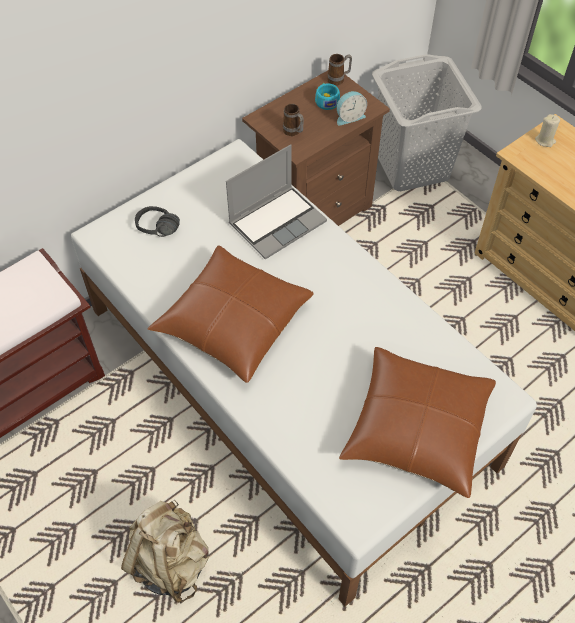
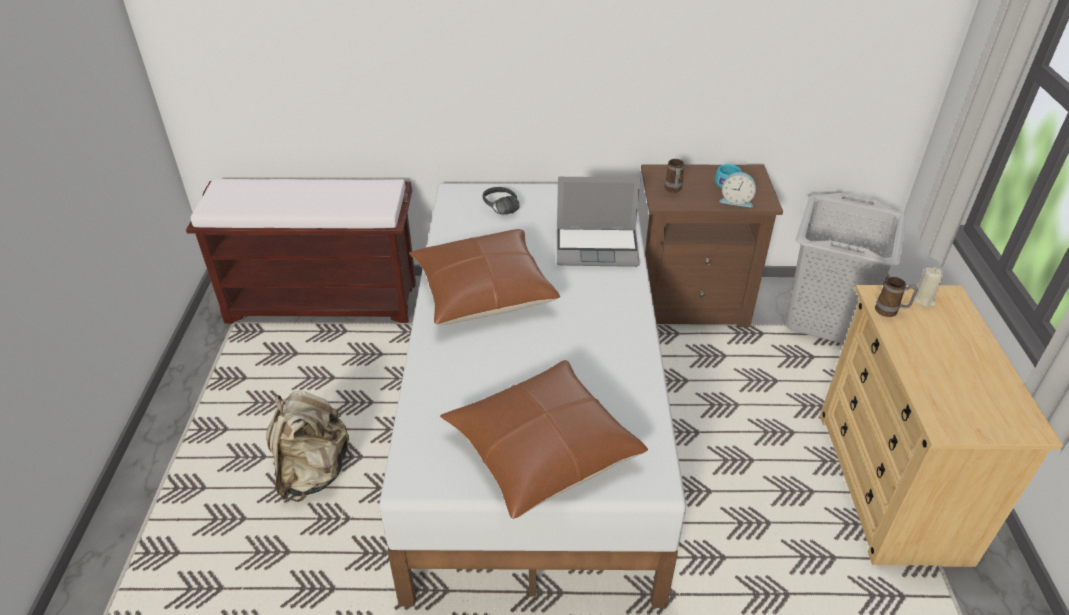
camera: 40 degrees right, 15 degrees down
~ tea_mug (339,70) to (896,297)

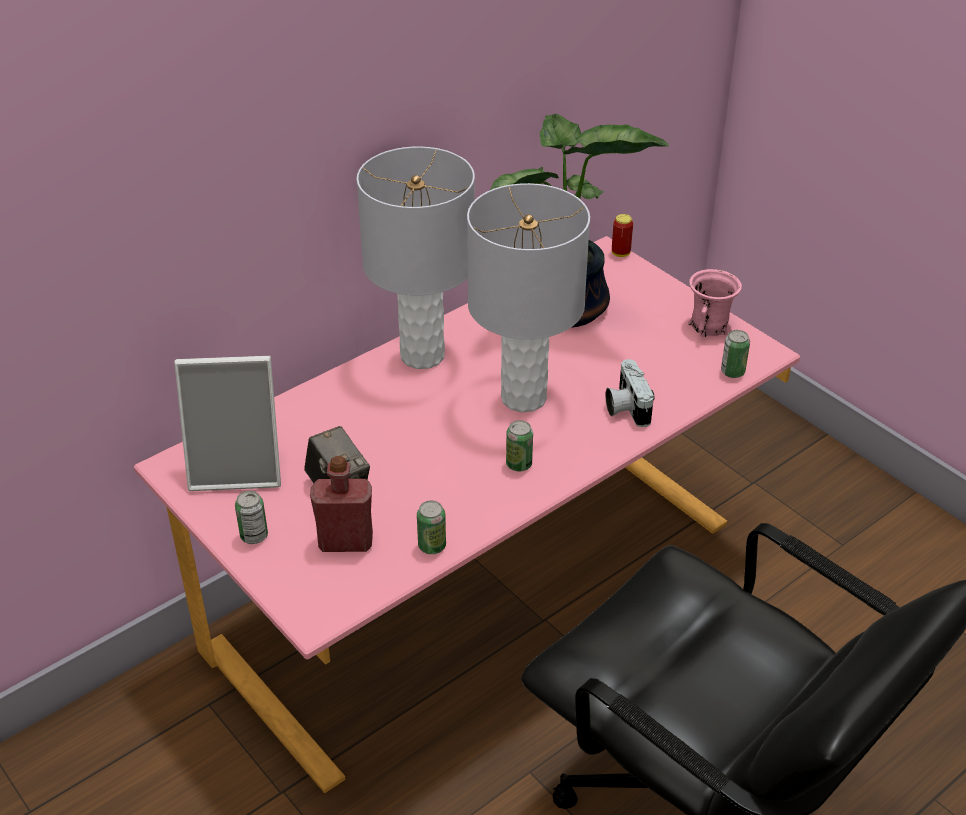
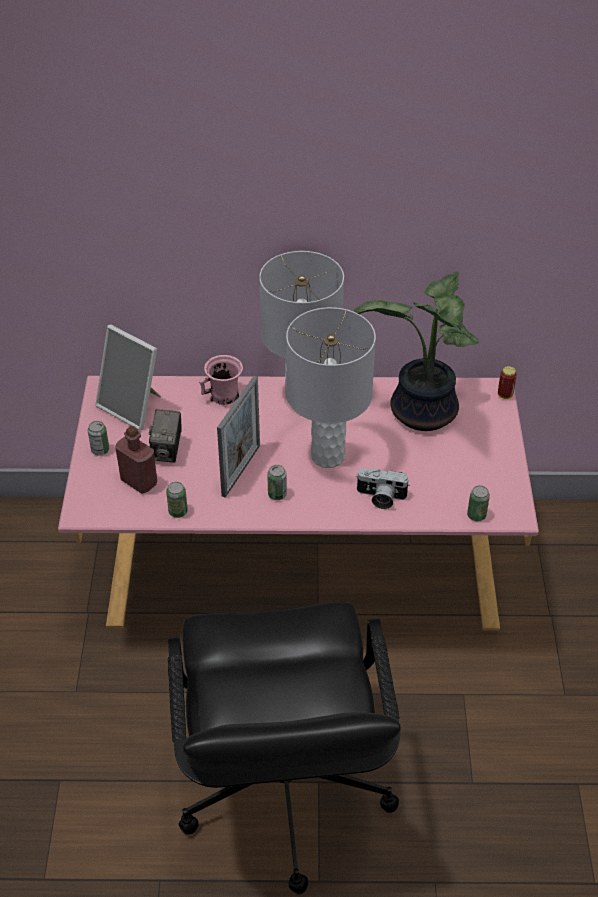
camera: 40 degrees right, 5 degrees up
+ photo_frame (238,437)
~ pink-coloured_tea_mug (715,303) to (221,381)
~ still_camera (629,393) = (383,488) 105 degrees counterclockwise

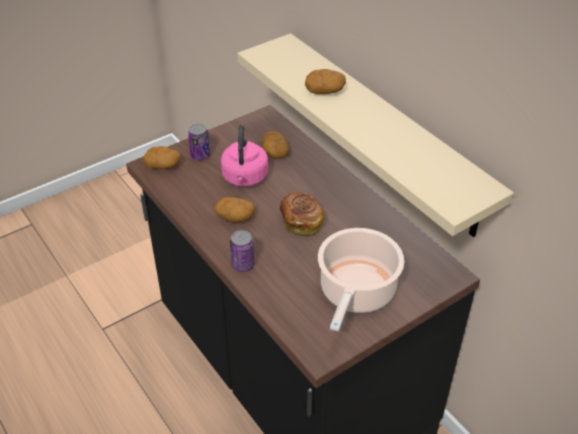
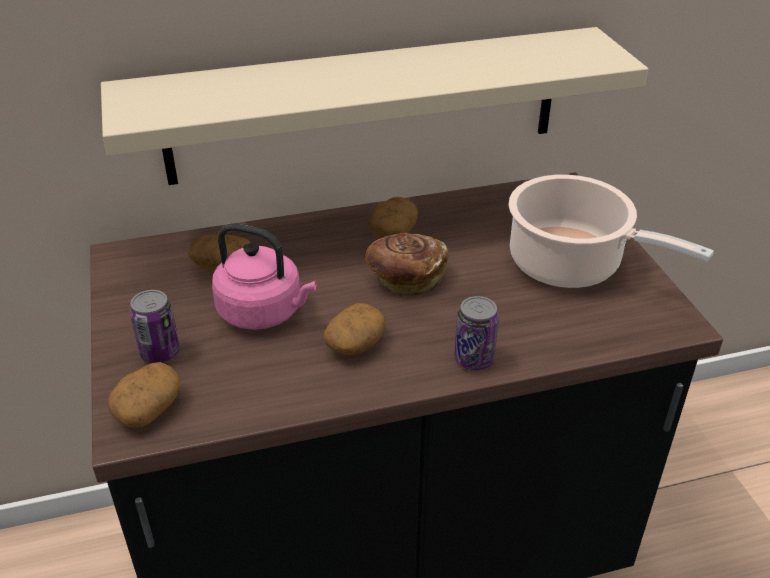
camera: 70 degrees left, 5 degrees down
~ spud (325,81) to (393,217)

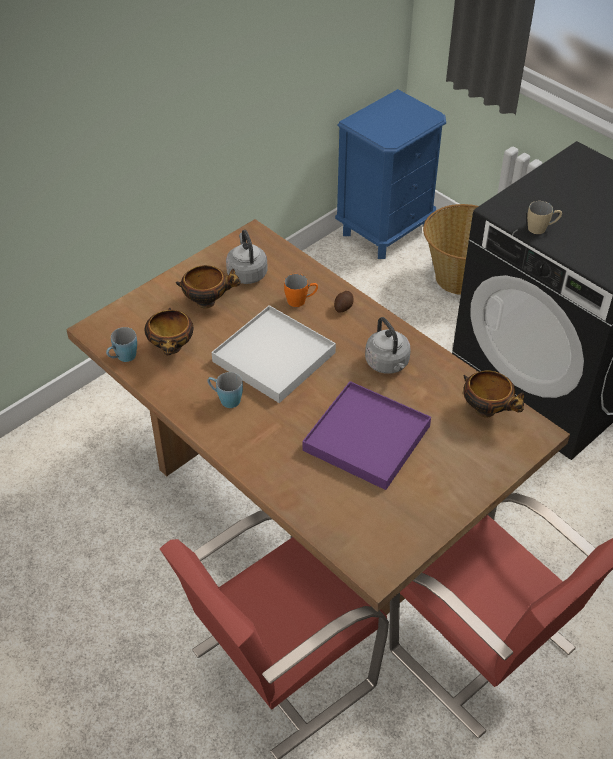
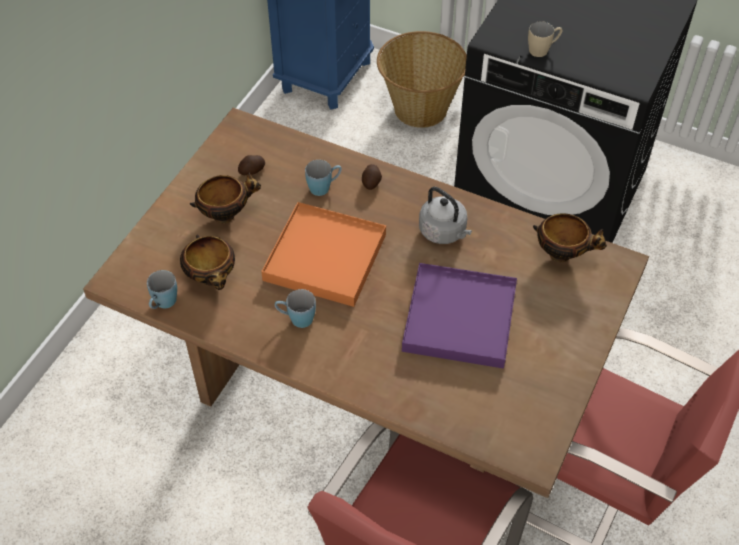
camera: 20 degrees left, 5 degrees up
~ grey_kettle (247,257) to spud (251,165)
~ white-coloured_tray (274,354) to orangey_tray (323,254)
~ orangey_tea_mug (301,290) to blue_tea_mug (323,178)

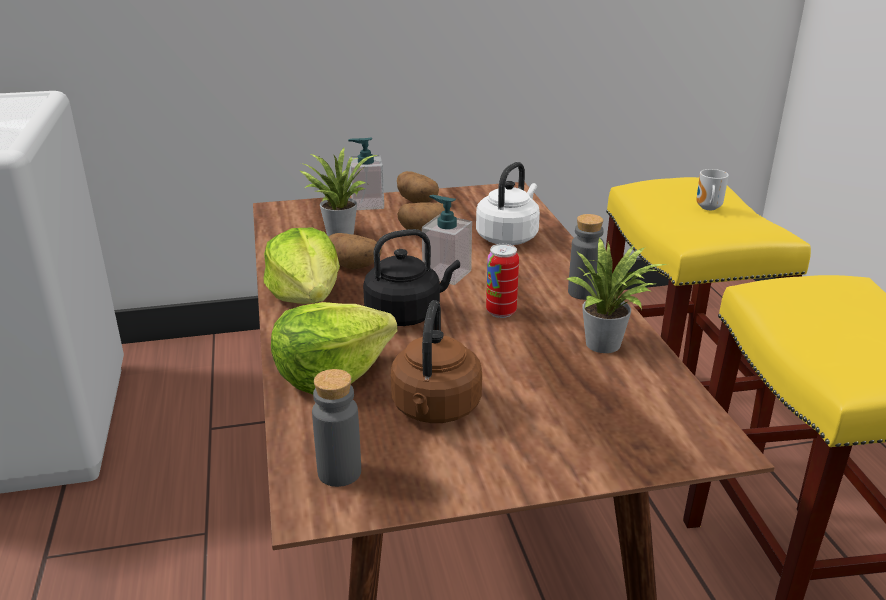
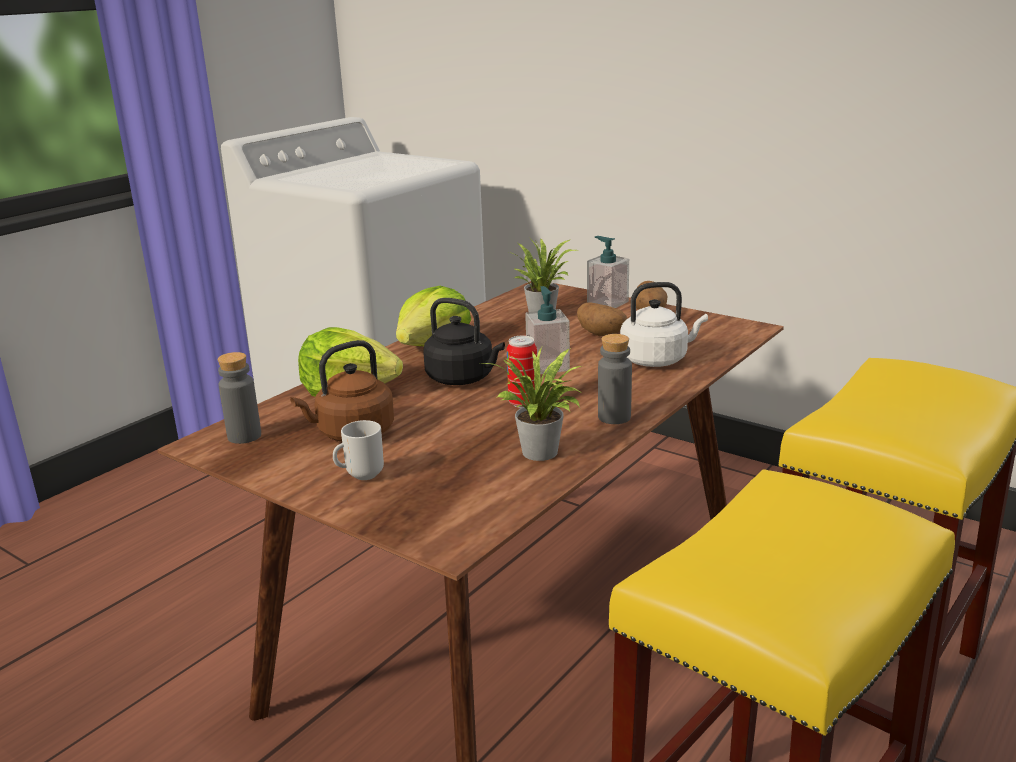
camera: 50 degrees right, 5 degrees down
- spud (355,251)
~ tea_mug (712,189) to (358,450)

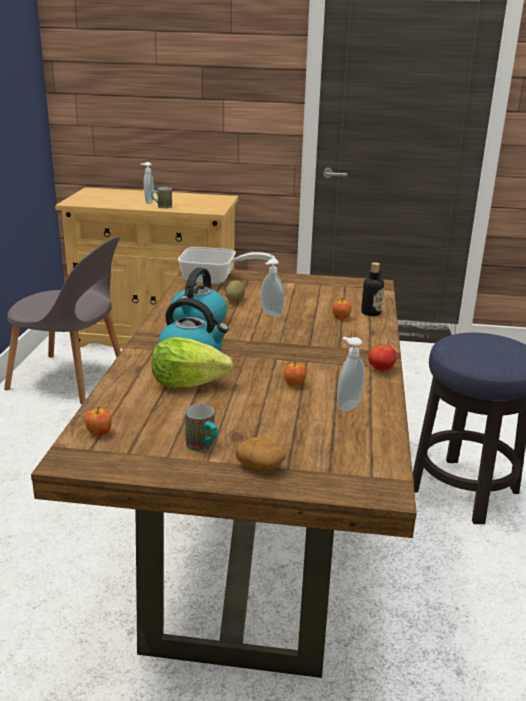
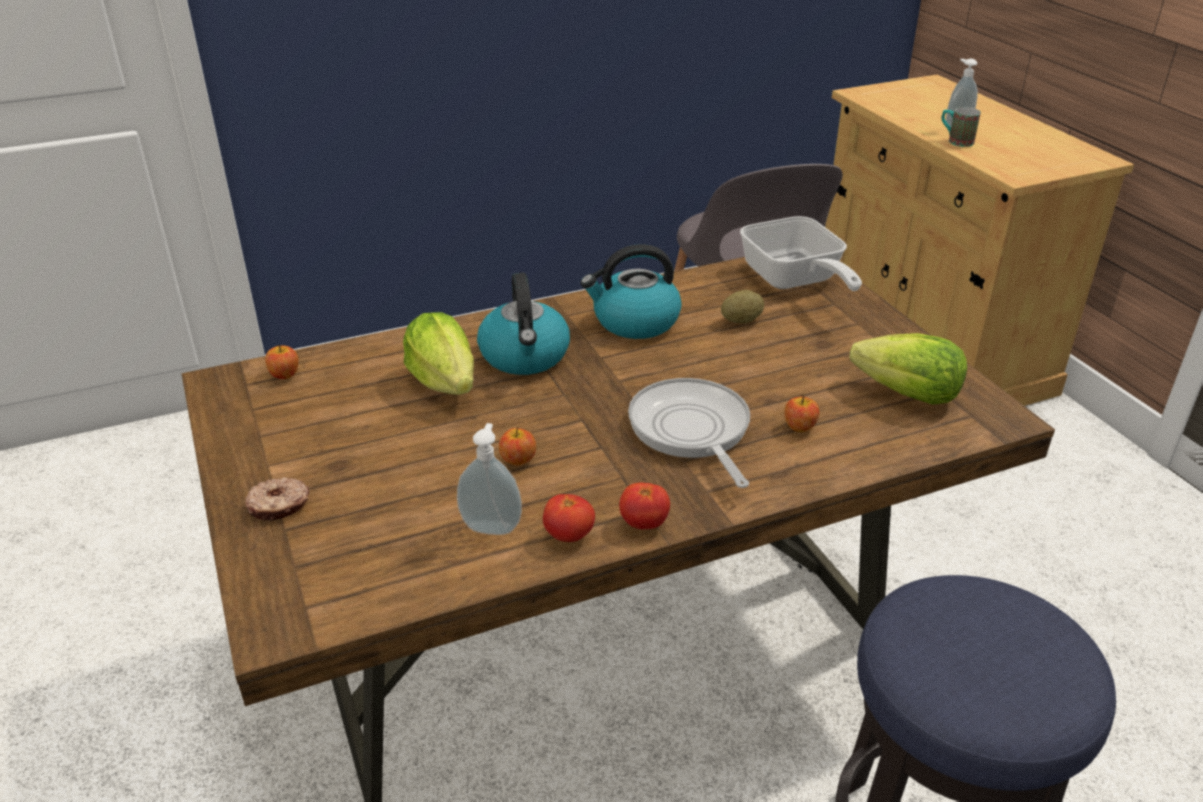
camera: 60 degrees right, 10 degrees up
- tea_mug (201,428)
- liquid_soap_bottle (272,287)
- beverage_bottle (372,289)
+ tomato (569,518)
+ frying_pan (689,433)
+ lettuce_head (908,369)
~ spud (261,453) to donut (277,499)

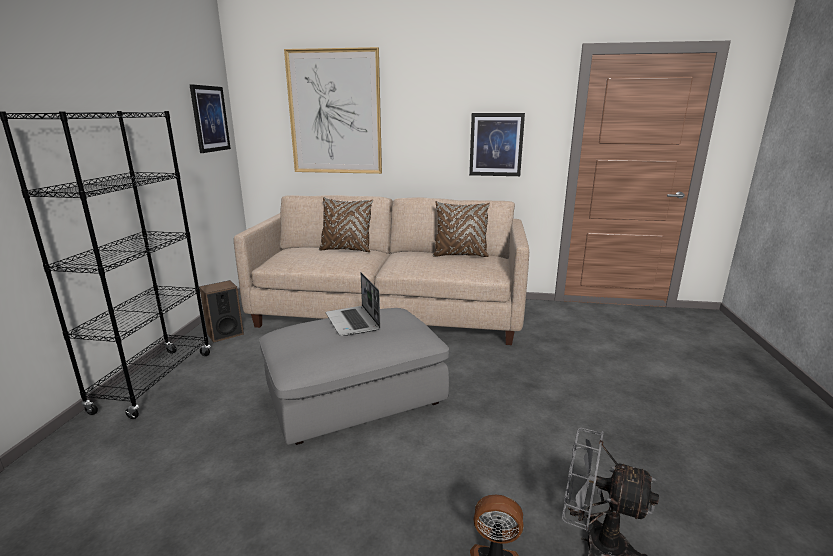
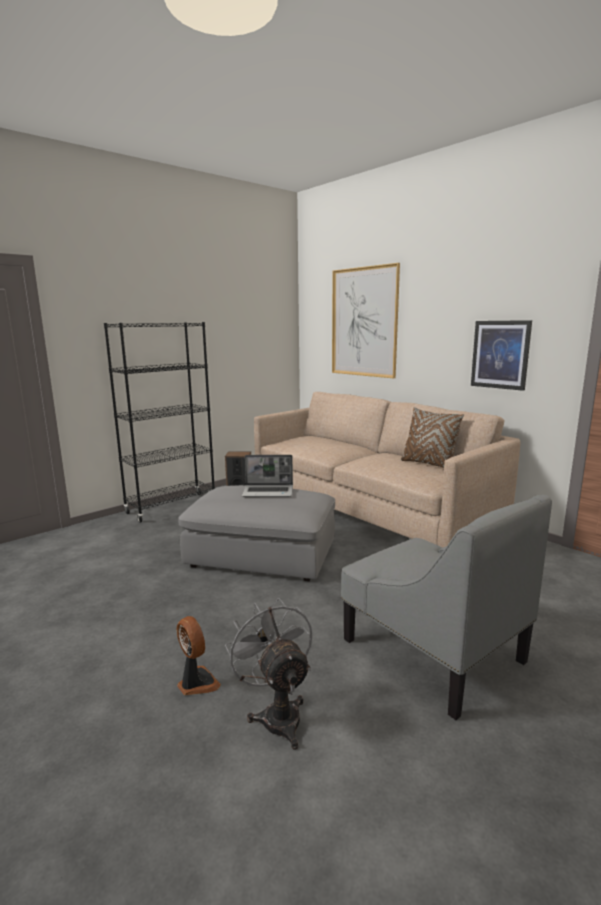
camera: 40 degrees right, 5 degrees down
- wall_art (210,118)
- brown-coloured_pillow (346,224)
+ grey_lounge_chair (446,607)
~ laptop (353,304) = (267,476) 105 degrees counterclockwise

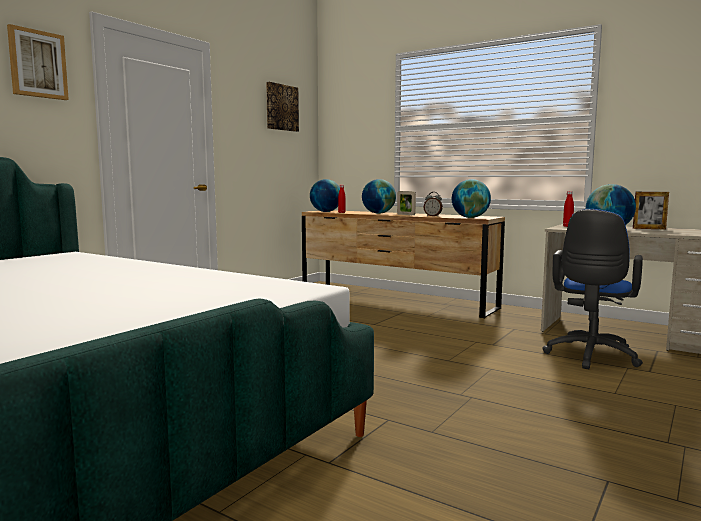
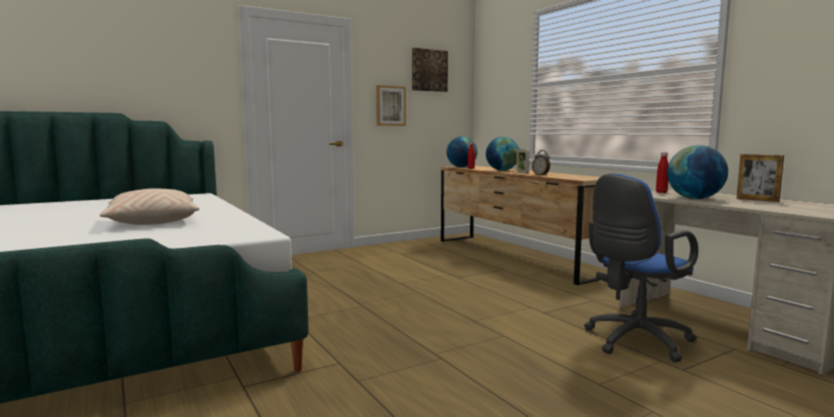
camera: 25 degrees right, 0 degrees up
- world_globe (471,198)
+ sand-coloured_pillow (149,206)
~ wall_art (38,62) to (391,105)

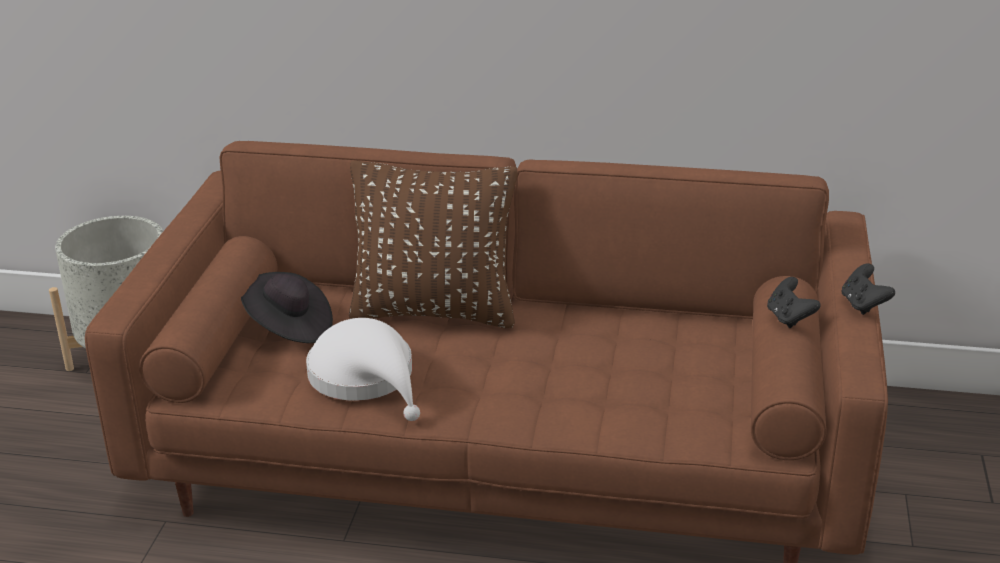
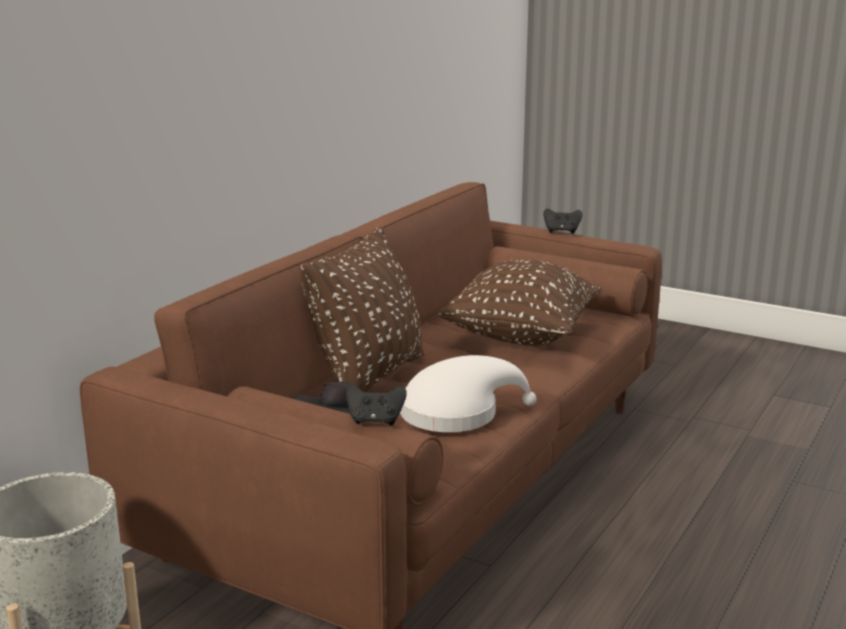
camera: 70 degrees left, 10 degrees down
+ brown-coloured_pillow (519,303)
~ black-coloured_game_controller (794,302) to (376,404)

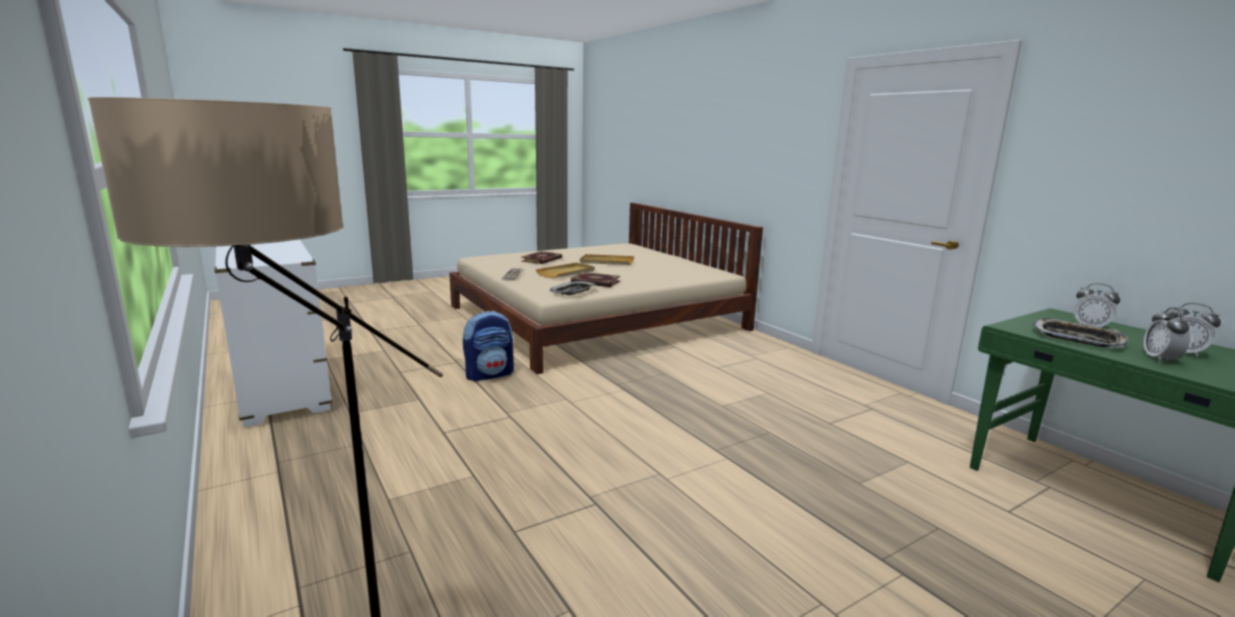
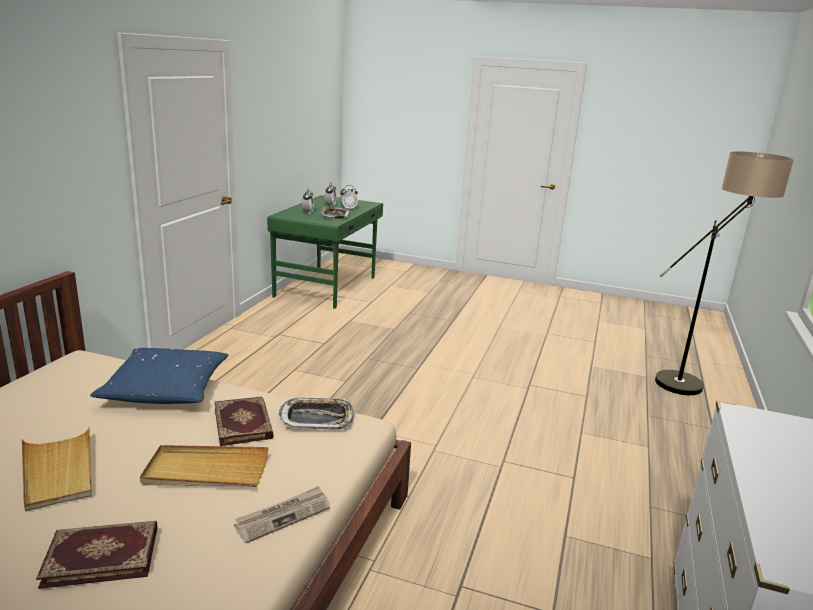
camera: 130 degrees left, 5 degrees up
- rucksack (488,346)
+ blue_pillow (159,376)

